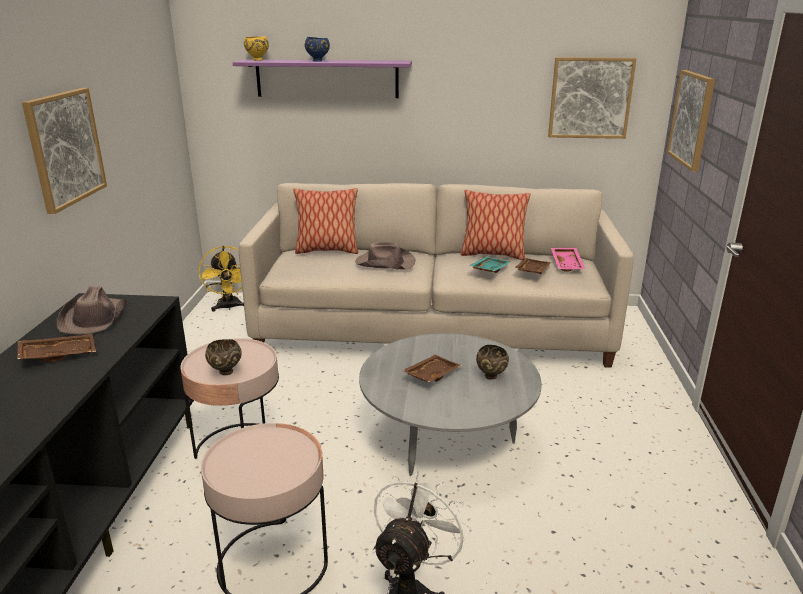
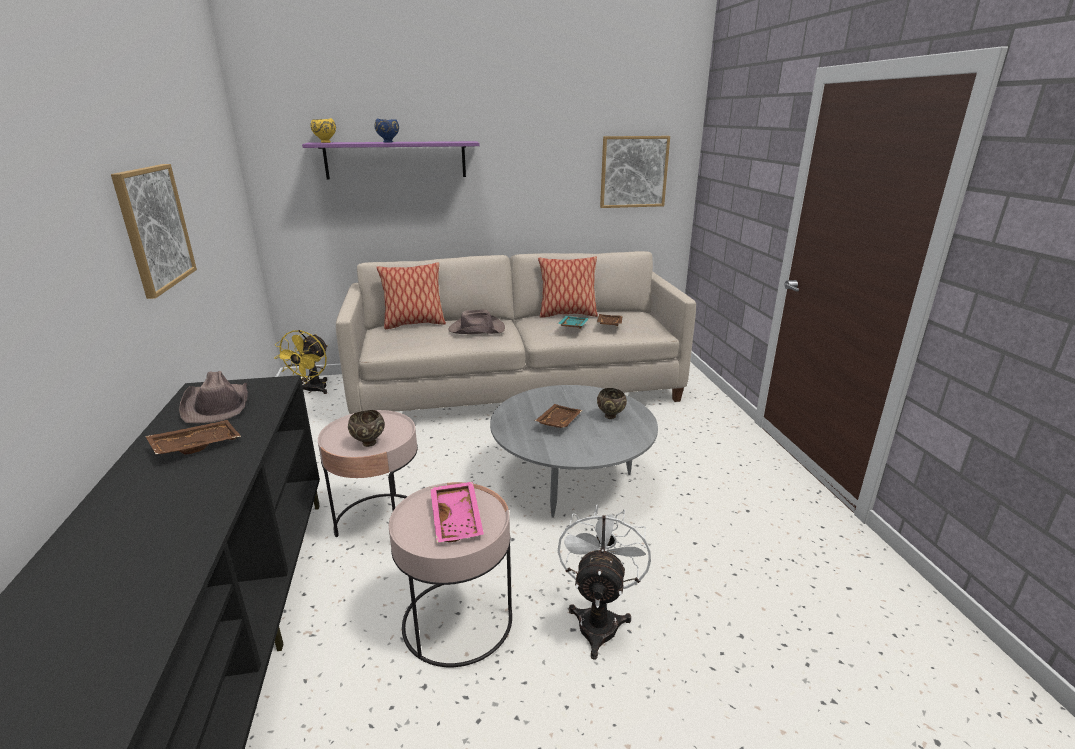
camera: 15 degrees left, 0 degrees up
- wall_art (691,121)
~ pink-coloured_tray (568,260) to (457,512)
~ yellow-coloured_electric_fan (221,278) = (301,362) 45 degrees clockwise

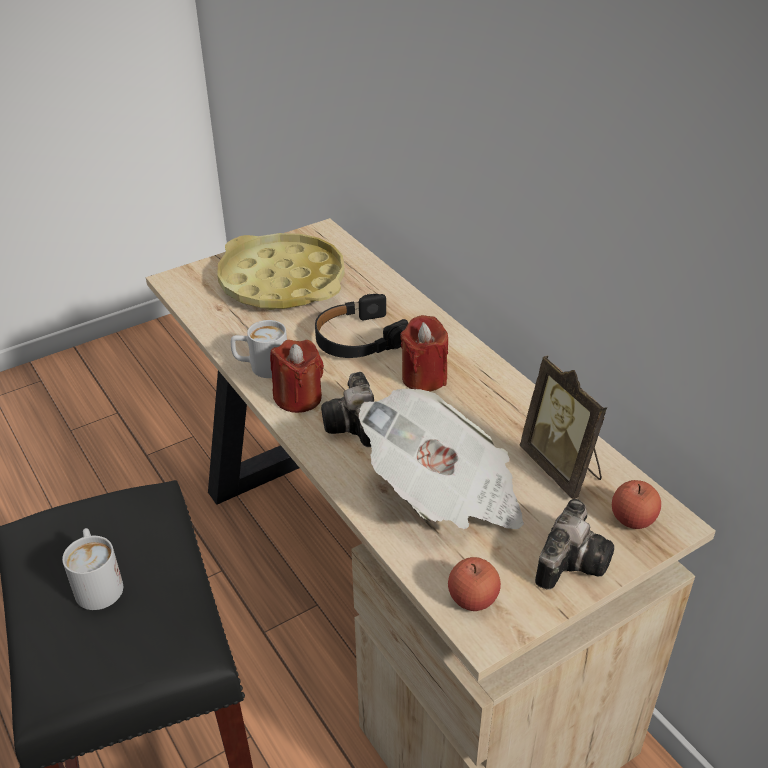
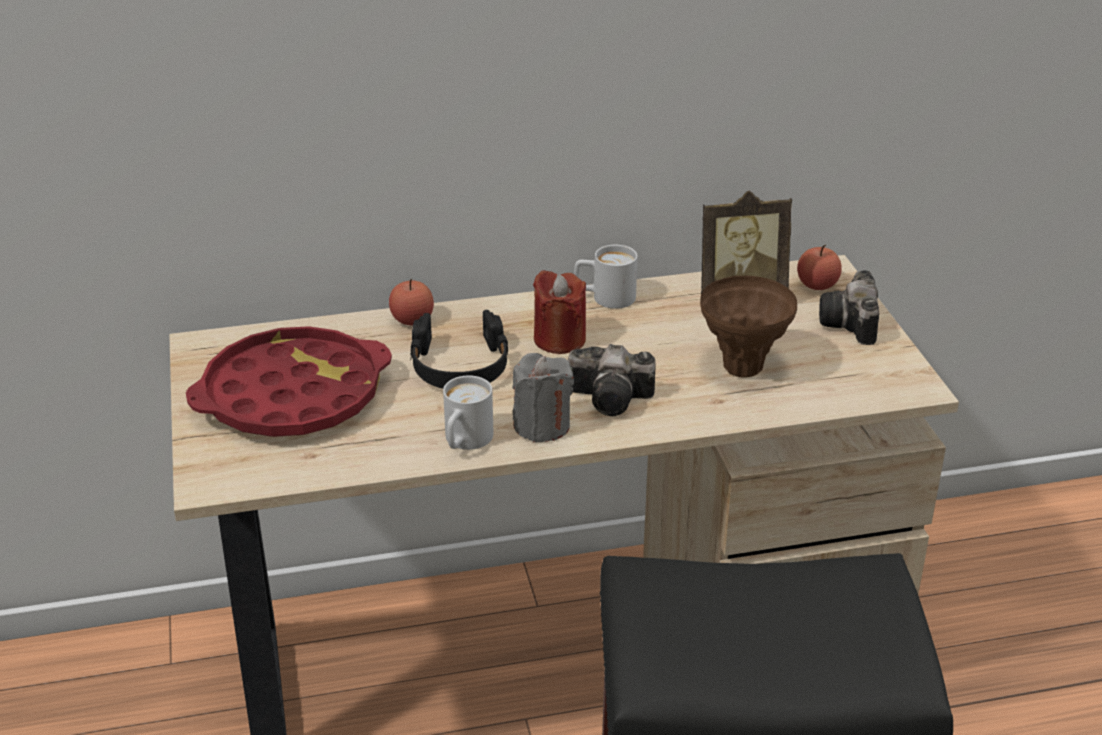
camera: 70 degrees left, 5 degrees down
~ white-coloured_tea_mug (92,569) to (606,277)
~ whole_apple (474,584) to (411,302)
~ newspaper (441,459) to brown-coloured_vase (748,327)
~ yellow-coloured_tray (281,271) to reddish_tray (289,381)
~ reddish_wax_candle (297,376) to grey_wax_candle (543,398)
~ still_camera (574,544) = (849,307) 135 degrees counterclockwise

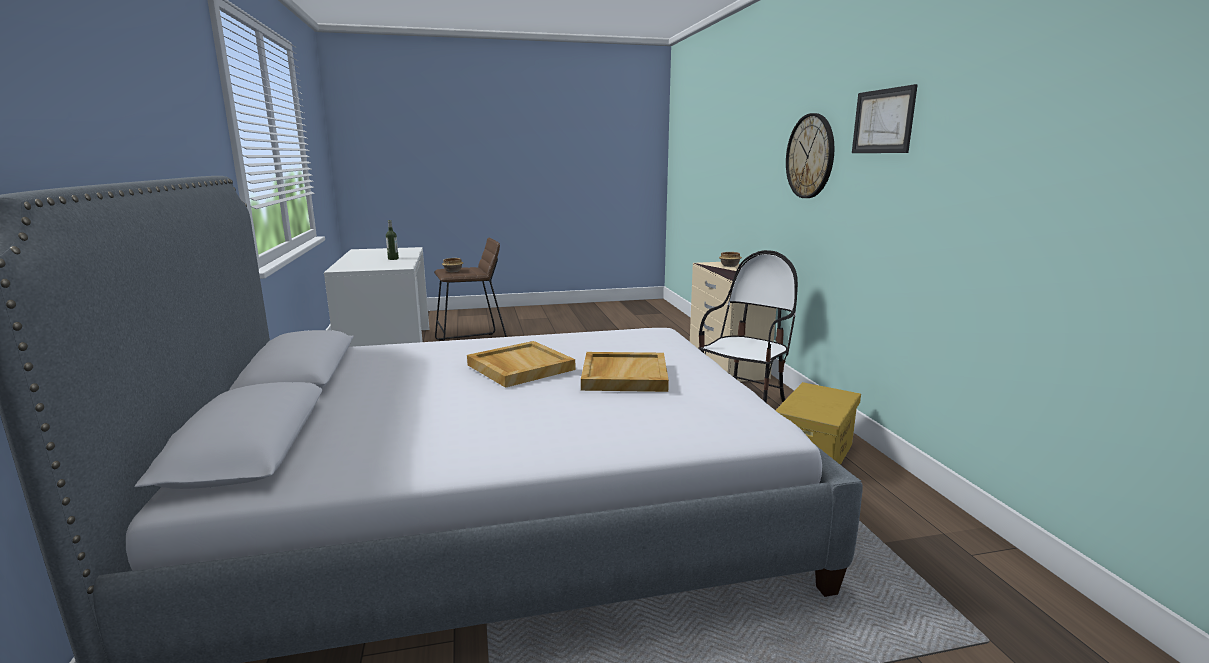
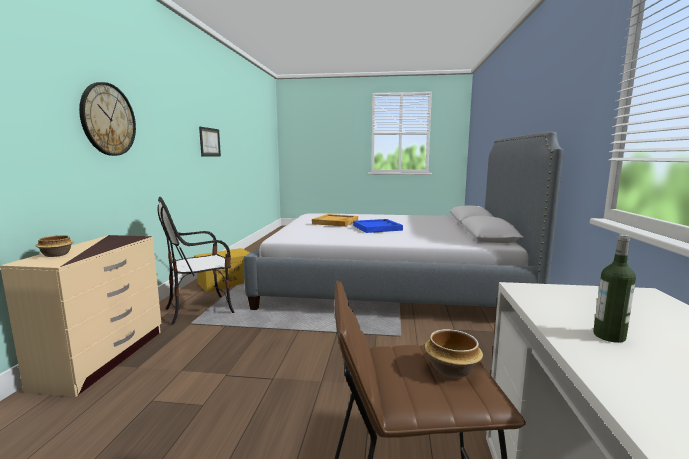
camera: 160 degrees left, 5 degrees down
~ wall_art (885,118) to (210,141)
~ sand-coloured_tray (521,364) to blue_tray (378,226)

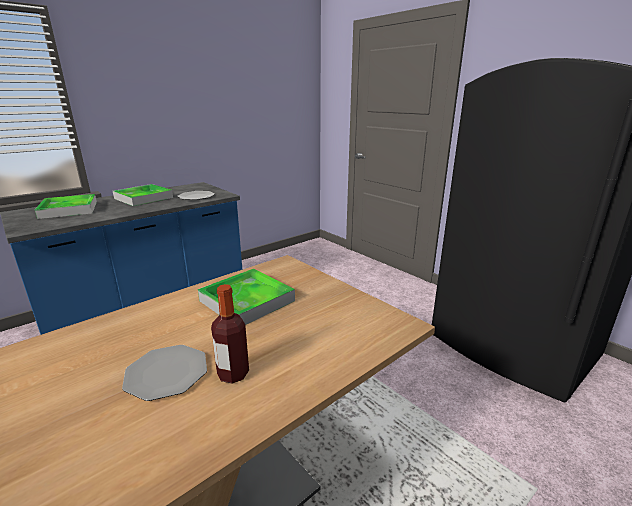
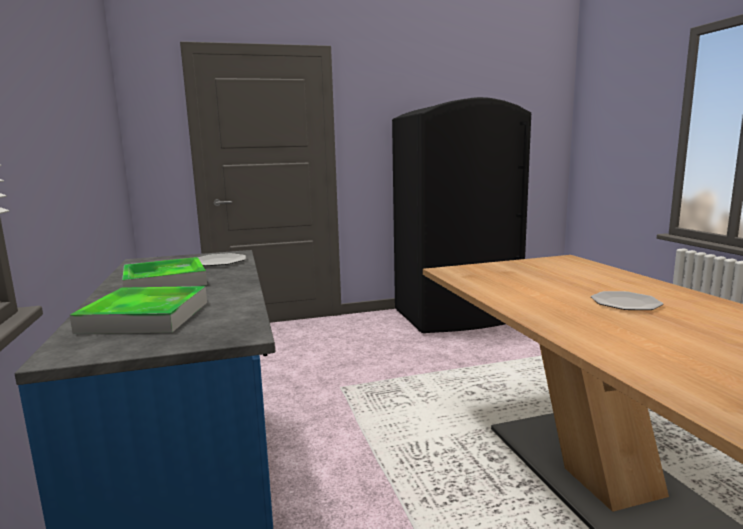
camera: 65 degrees left, 10 degrees down
- tray (246,297)
- beverage_bottle (230,334)

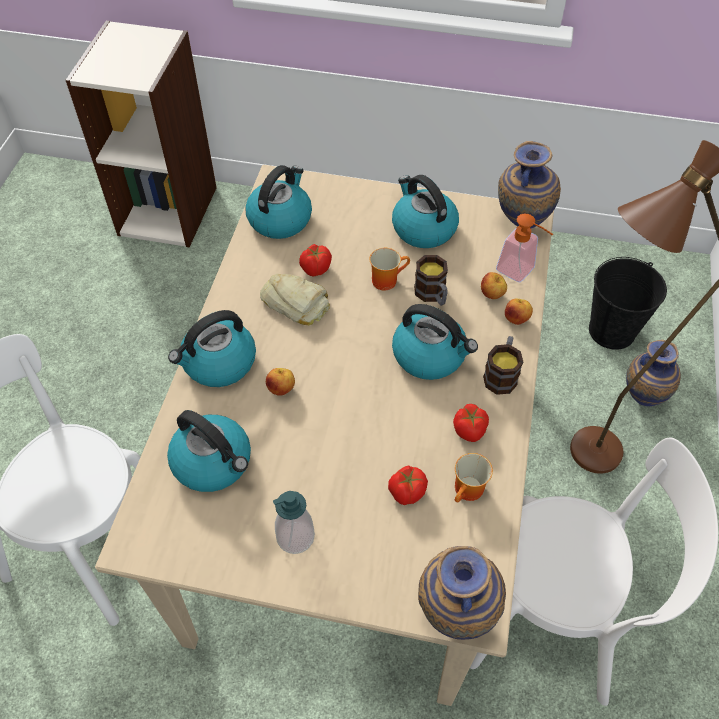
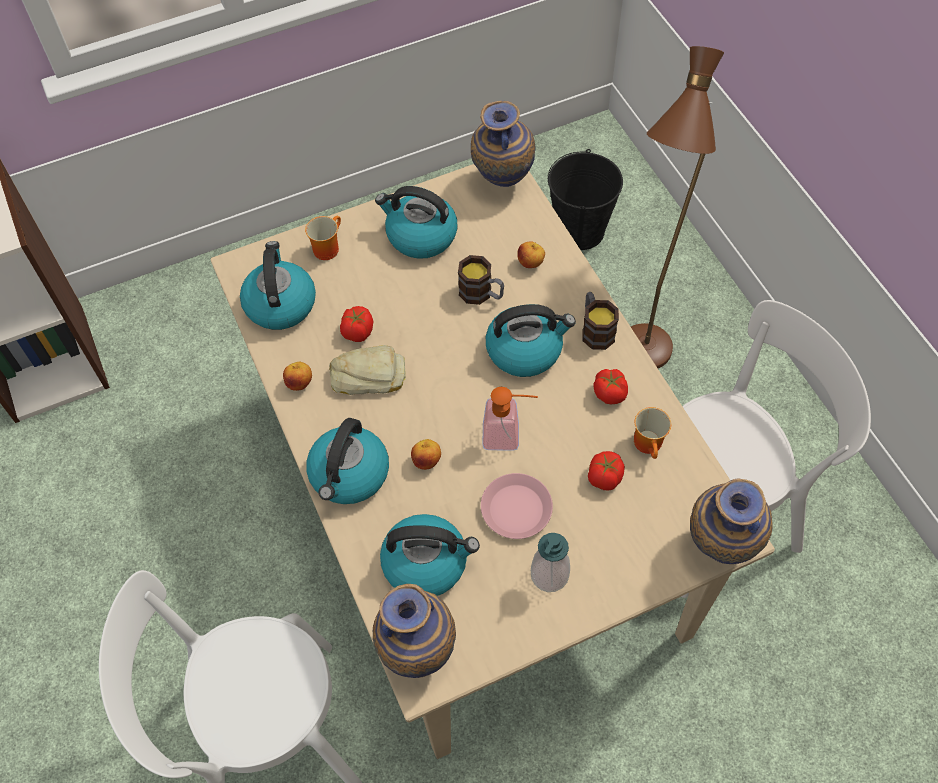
camera: 35 degrees left, 5 degrees up
+ pink-coloured_flat_dish (517,506)
~ tea_mug (389,269) to (323,238)
~ liquid_soap_bottle (524,248) to (510,419)
~ whole_apple (519,312) to (297,376)
~ vase (653,373) to (414,631)

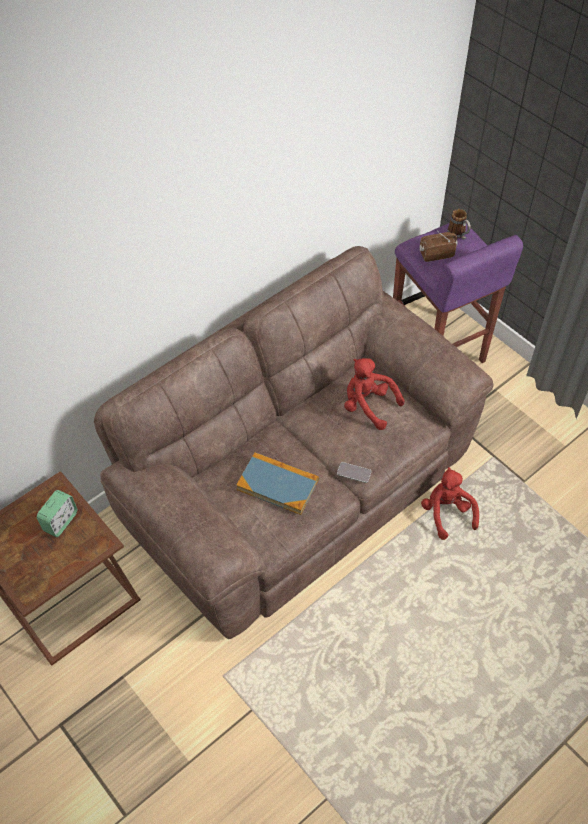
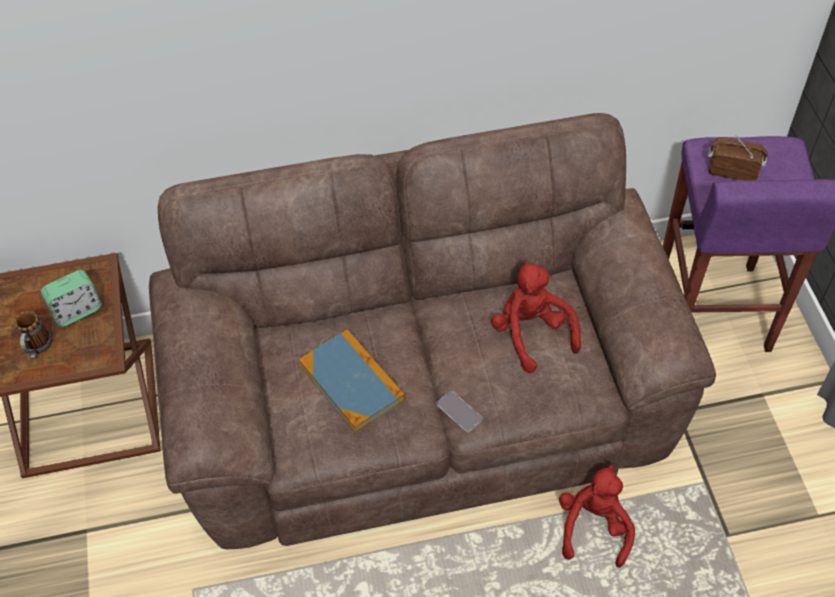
camera: 30 degrees right, 0 degrees up
~ tea_mug (459,224) to (33,335)

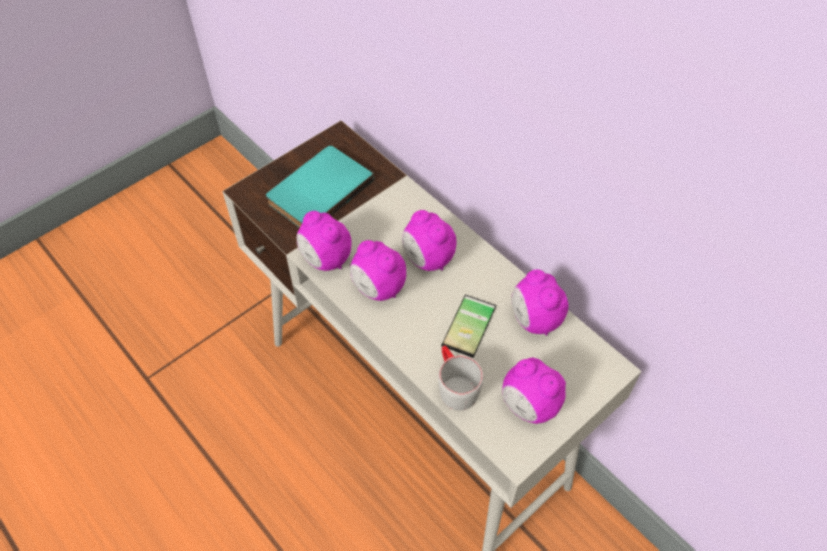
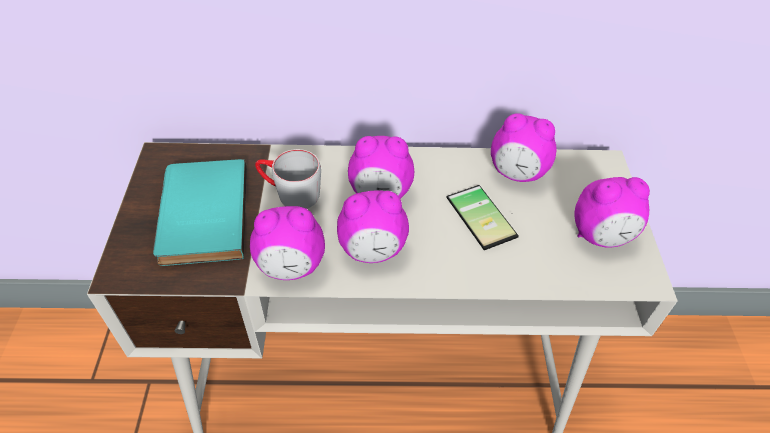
camera: 50 degrees left, 5 degrees down
~ grey_tea_mug (461,377) to (288,179)

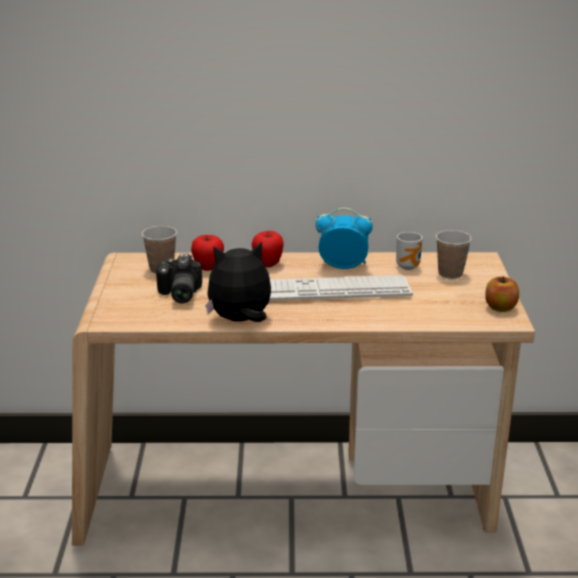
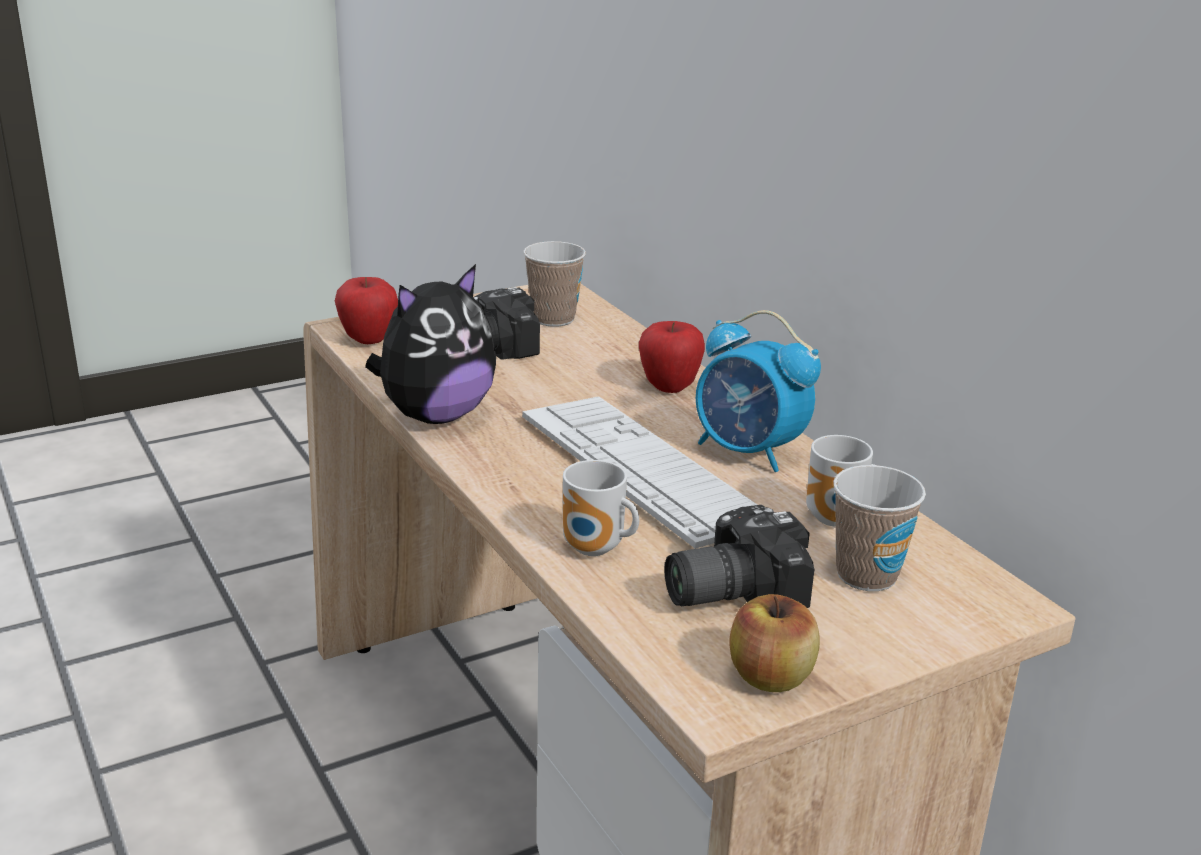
camera: 60 degrees right, 0 degrees up
+ tea_mug (601,508)
+ still_camera (739,556)
~ whole_apple (207,253) to (366,310)
~ cuddly_toy (238,281) = (430,344) 90 degrees clockwise
~ bedside_clock (344,238) = (758,391) 150 degrees clockwise

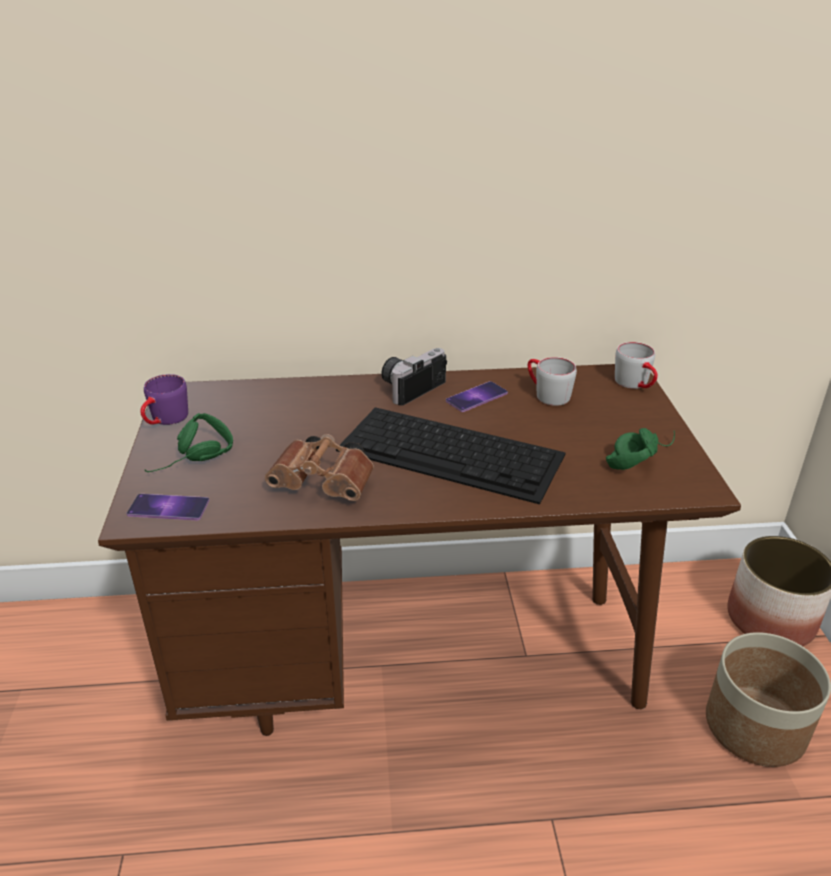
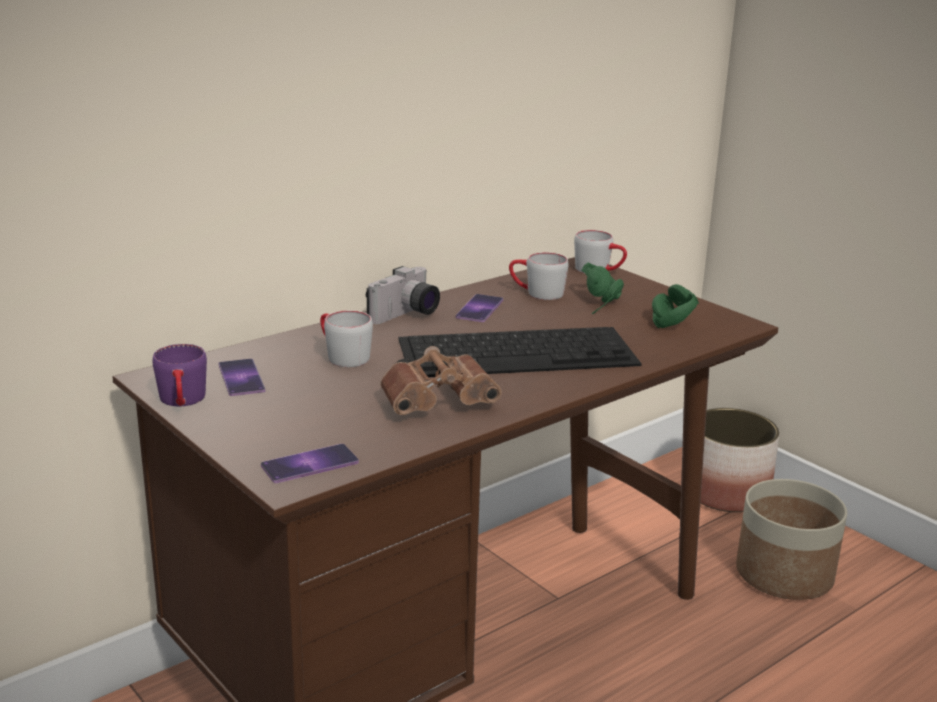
camera: 35 degrees left, 10 degrees down
+ phone (242,377)
+ grey_tea_mug (346,338)
~ green-coloured_pair_of_headphones (189,442) to (602,288)
~ still_camera (414,377) = (403,295) 150 degrees counterclockwise

